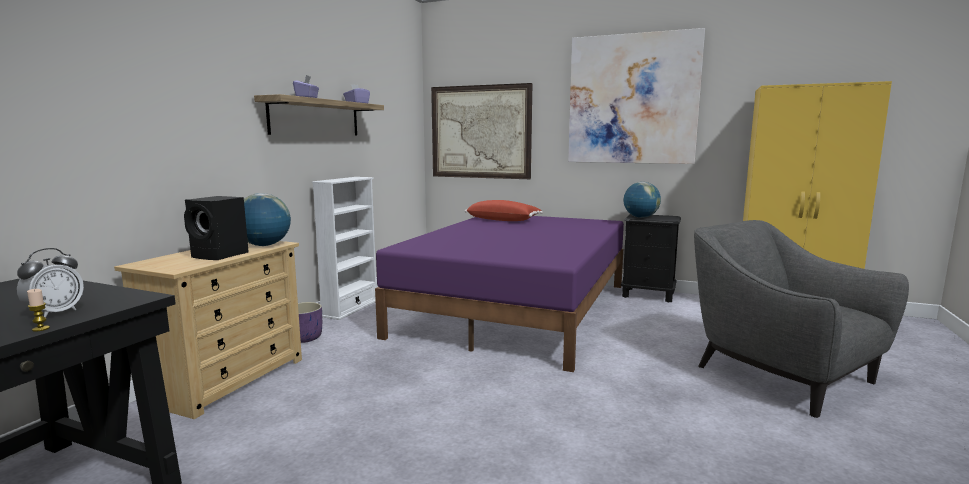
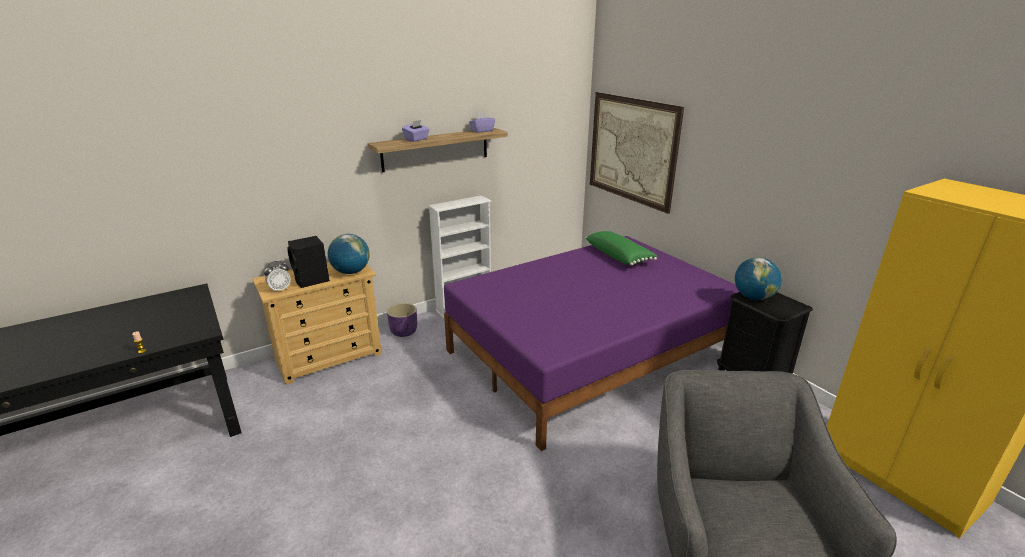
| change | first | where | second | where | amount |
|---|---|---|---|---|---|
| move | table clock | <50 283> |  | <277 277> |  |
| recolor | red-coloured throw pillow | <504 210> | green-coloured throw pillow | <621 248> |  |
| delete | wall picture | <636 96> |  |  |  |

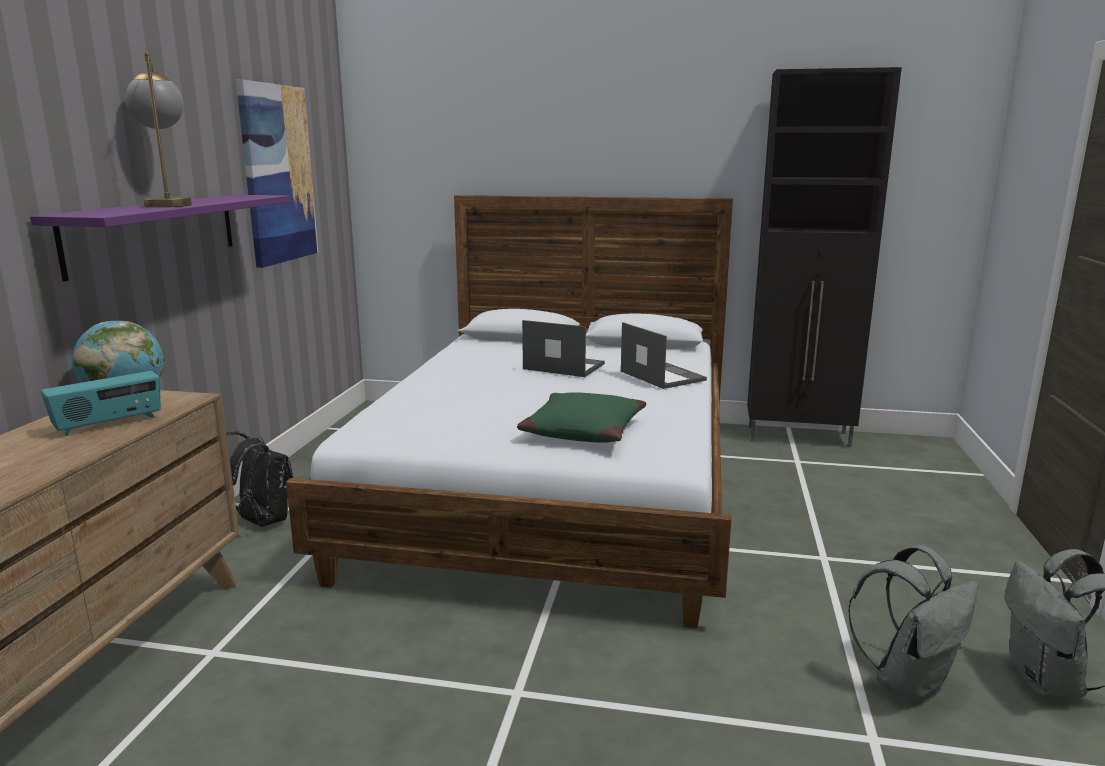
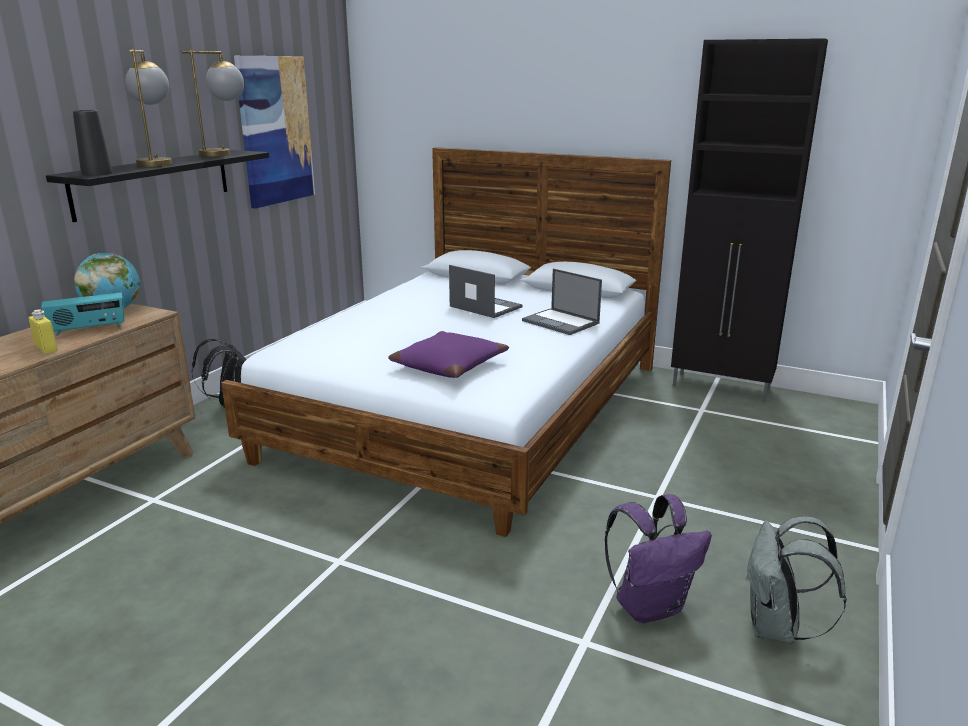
| change | first | where | second | where | amount |
|---|---|---|---|---|---|
| recolor | purple-coloured wall shelf | <160 238> | black-coloured wall shelf | <157 186> |  |
| recolor | green-coloured throw pillow | <581 417> | purple-coloured throw pillow | <448 354> |  |
| rotate | portable computer | <664 355> |  | <562 302> | 150 degrees clockwise |
| recolor | greyish knapsack | <913 624> | purple-coloured knapsack | <658 558> |  |
| insert |  |  | yellow beverage bottle | <43 331> |  |
| insert |  |  | black-coloured vase | <93 143> |  |
| insert |  |  | lamp for a table | <213 103> |  |

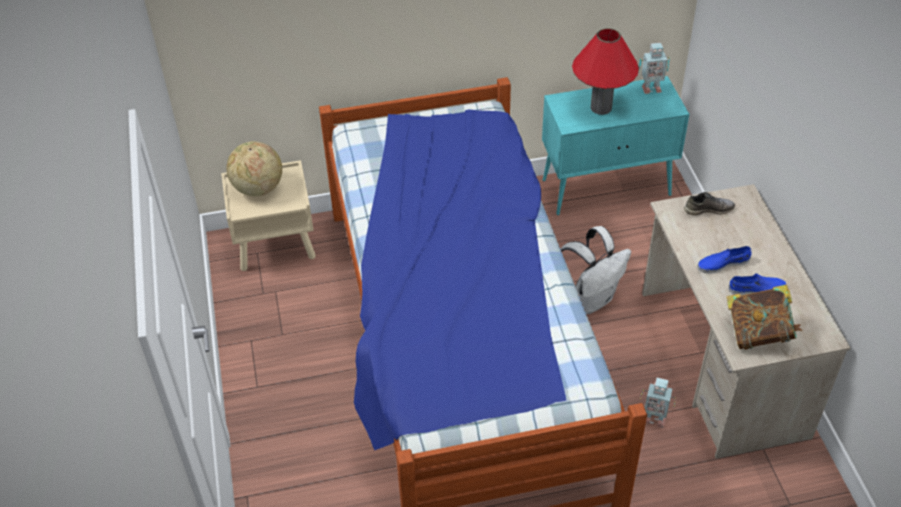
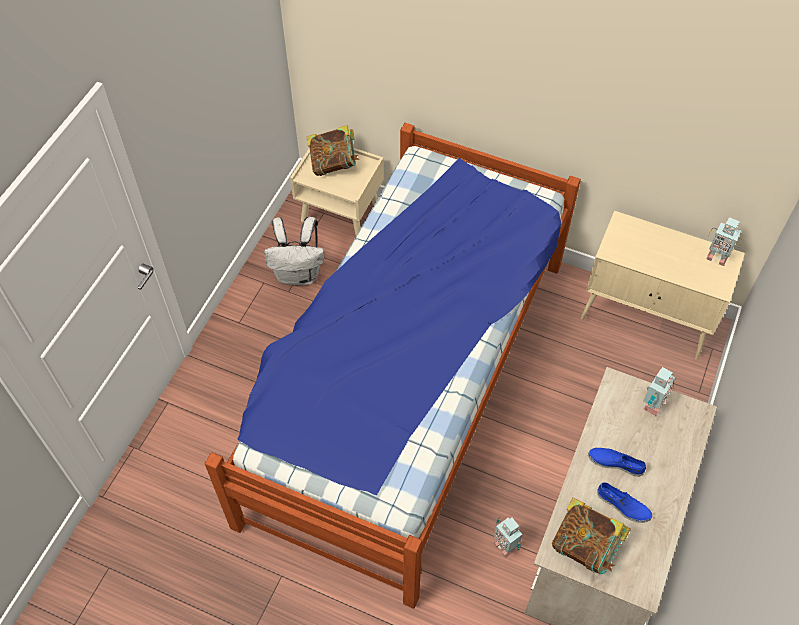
| change | first | where | second | where | amount |
|---|---|---|---|---|---|
| replace | world globe | <254 168> | book | <333 150> |  |
| recolor | blue-green cabinet | <615 145> | beige-coloured cabinet | <663 285> |  |
| move | white-coloured knapsack | <596 270> |  | <294 251> |  |
| delete | red-coloured lamp for a table | <605 71> |  |  |  |
| replace | greyish shoe | <709 203> | robot figure | <659 391> |  |

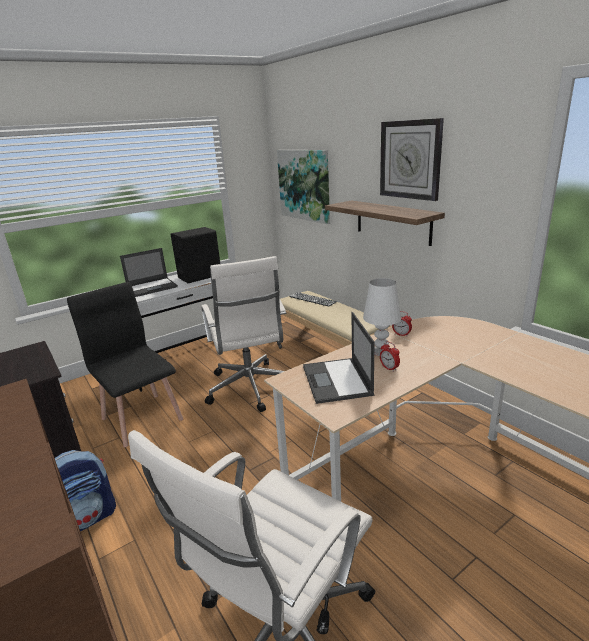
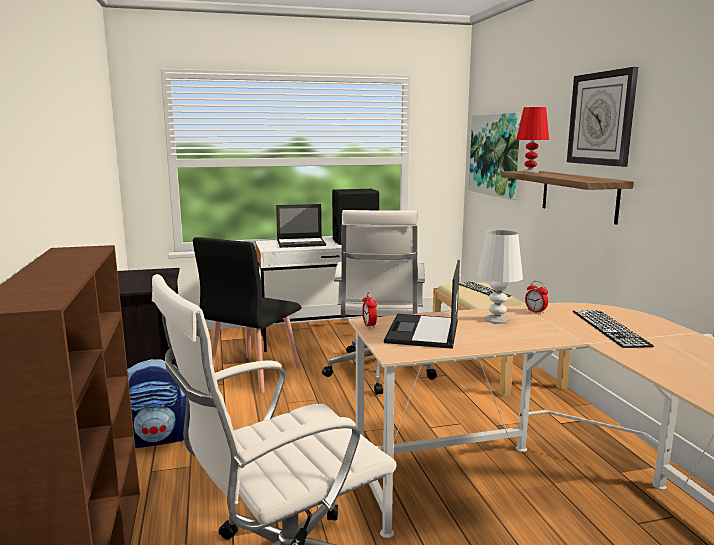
| change | first | where | second | where | amount |
|---|---|---|---|---|---|
| rotate | black-coloured upright chair | <125 364> |  | <247 315> | 135 degrees counterclockwise |
| move | table clock | <390 357> |  | <369 310> |  |
| insert |  |  | red-coloured lamp for a table | <532 140> |  |
| insert |  |  | keyboard | <613 329> |  |

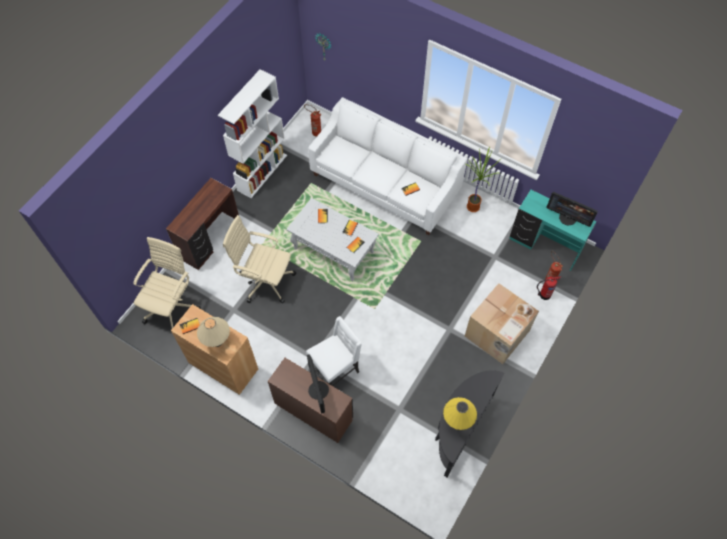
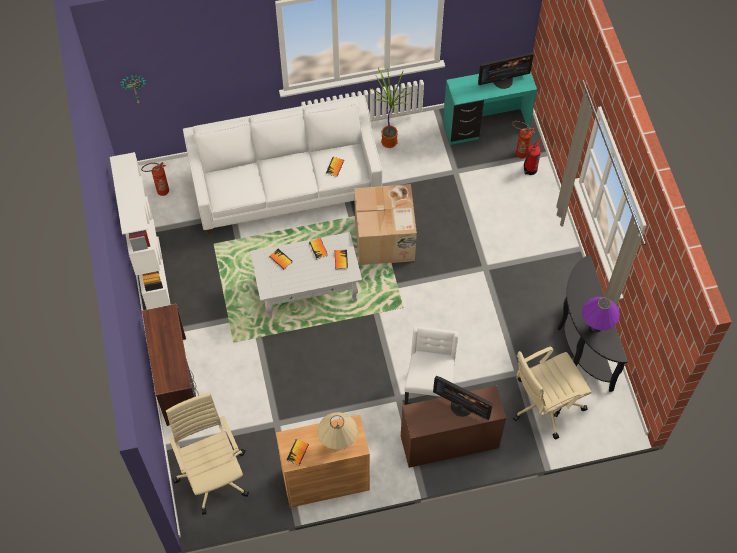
| change | first | where | second | where | amount |
|---|---|---|---|---|---|
| move | beige-coloured computer chair | <260 259> |  | <552 393> |  |
| recolor | yellow lamp for a table | <460 413> | purple-coloured lamp for a table | <601 314> |  |
| move | carton | <502 323> |  | <385 224> |  |

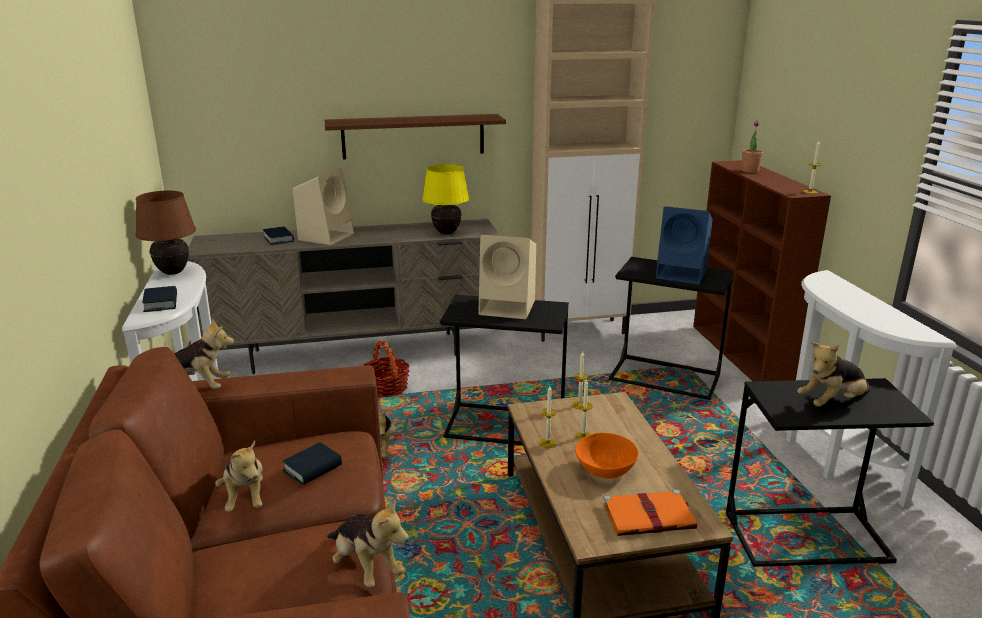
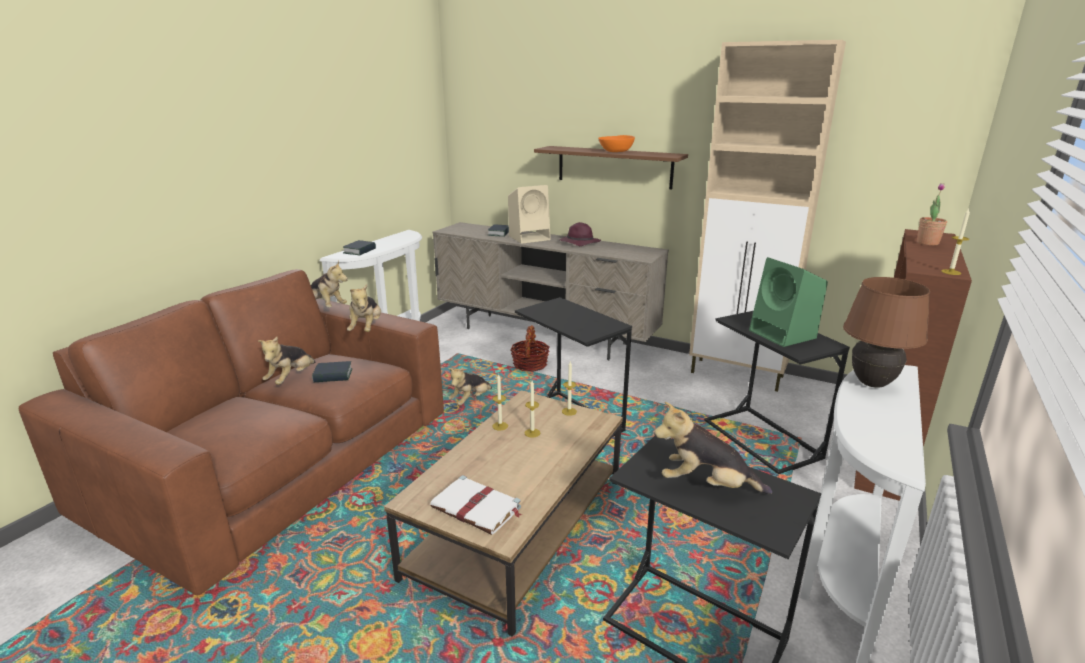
| change | first | where | second | where | amount |
|---|---|---|---|---|---|
| move | brown lamp for a table | <165 233> |  | <886 332> |  |
| move | cuddly toy | <368 543> |  | <364 308> |  |
| delete | yellow lamp for a table | <445 199> |  |  |  |
| delete | beige-coloured speaker | <507 277> |  |  |  |
| move | orange serving bowl | <607 456> |  | <616 143> |  |
| recolor | orange book | <650 513> | white-coloured book | <476 505> |  |
| recolor | bluish speaker | <684 245> | green-coloured speaker | <788 302> |  |
| insert |  |  | purple-coloured clothing hat | <580 234> |  |

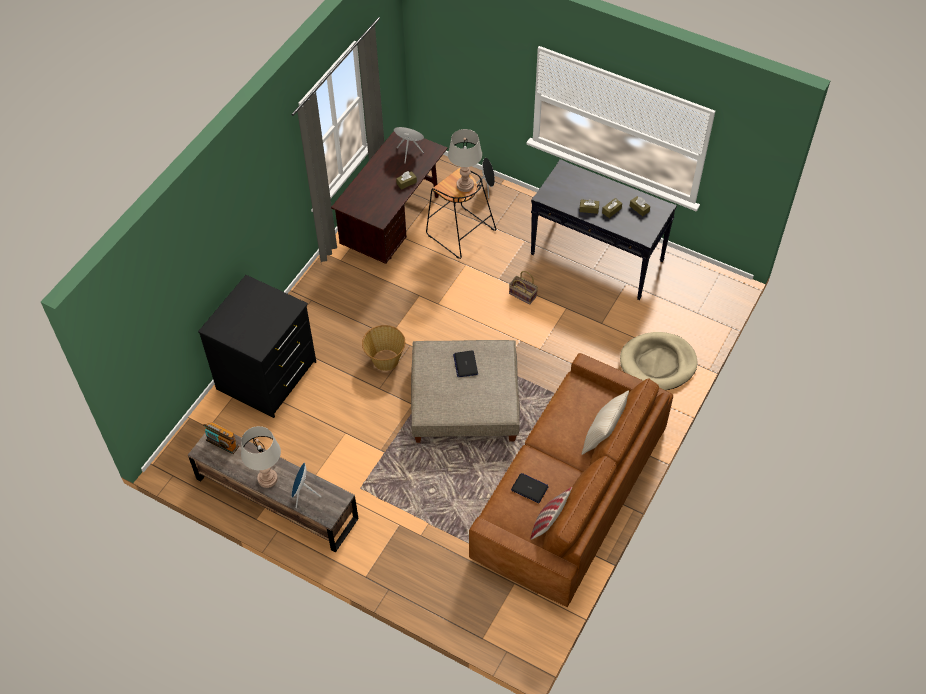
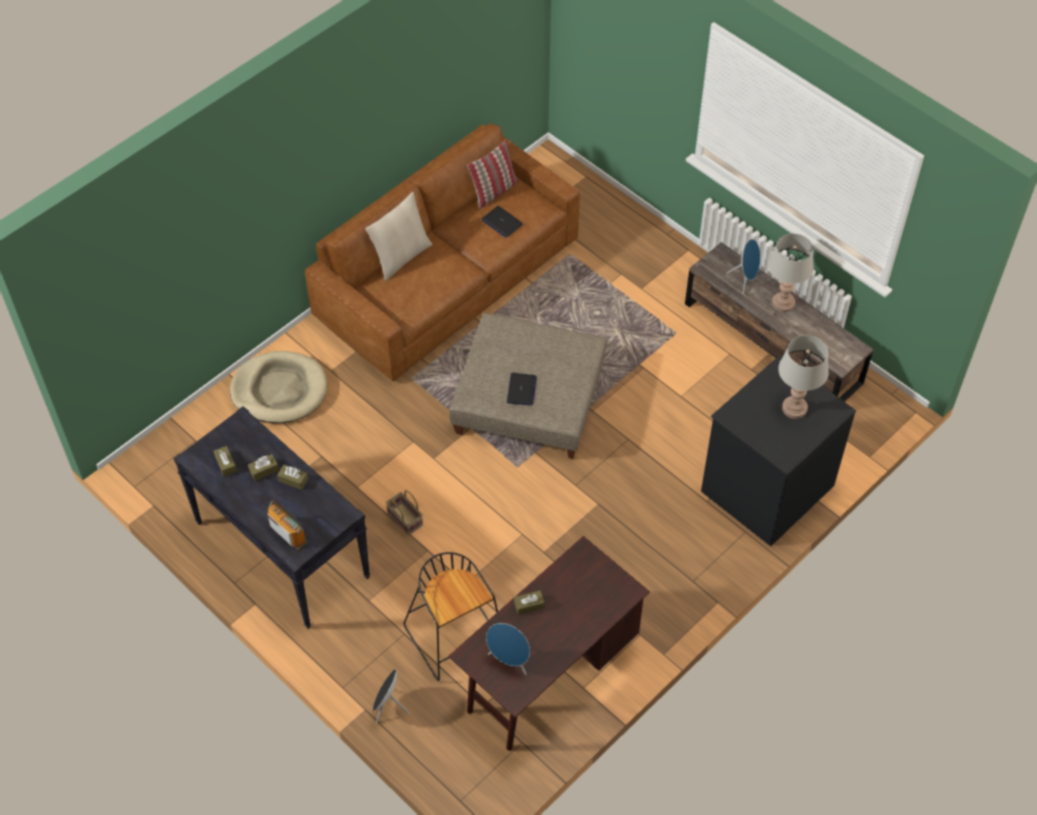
| change | first | where | second | where | amount |
|---|---|---|---|---|---|
| move | radio receiver | <221 438> |  | <287 525> |  |
| delete | basket | <383 348> |  |  |  |
| move | greyish lamp for a table | <465 160> |  | <803 377> |  |

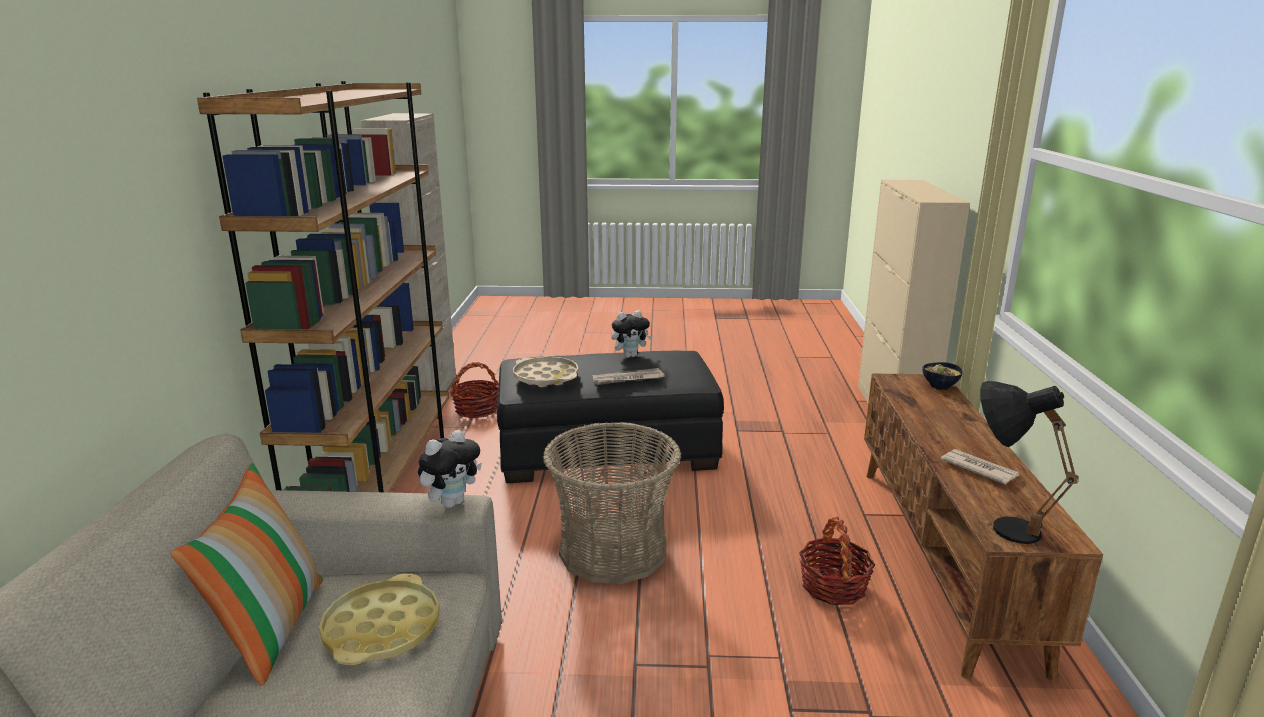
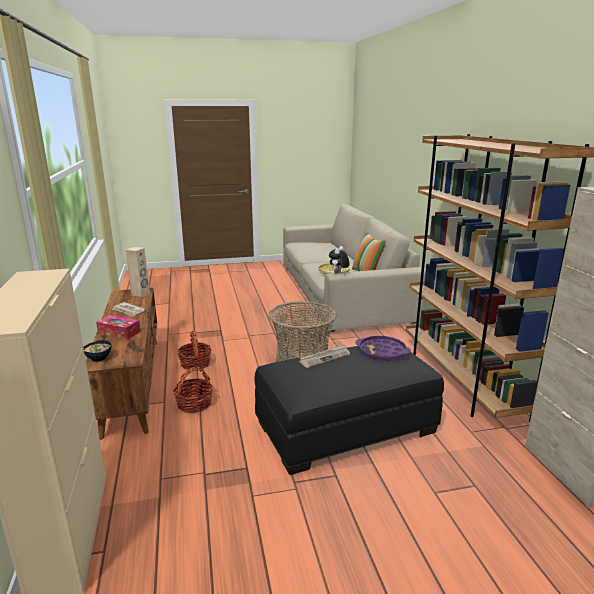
| change | first | where | second | where | amount |
|---|---|---|---|---|---|
| move | basket | <474 390> |  | <193 390> |  |
| recolor | beige-coloured serving tray | <545 372> | purple-coloured serving tray | <383 348> |  |
| delete | cuddly toy | <631 334> |  |  |  |
| replace | black-coloured lamp for a table | <1029 462> | beige-coloured speaker | <138 272> |  |
| insert |  |  | tissue holder | <118 327> |  |

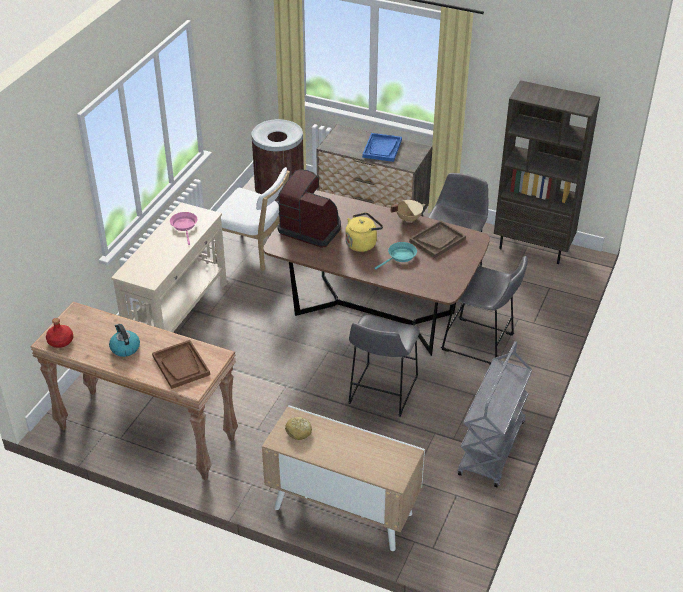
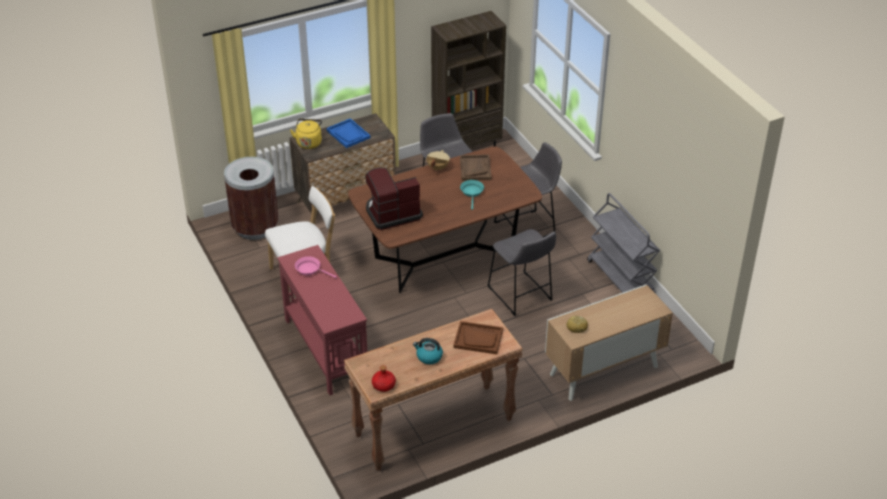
| change | first | where | second | where | amount |
|---|---|---|---|---|---|
| recolor | beige-coloured console table | <169 267> | red-coloured console table | <322 320> |  |
| move | yellow water kettle | <364 232> |  | <306 134> |  |

